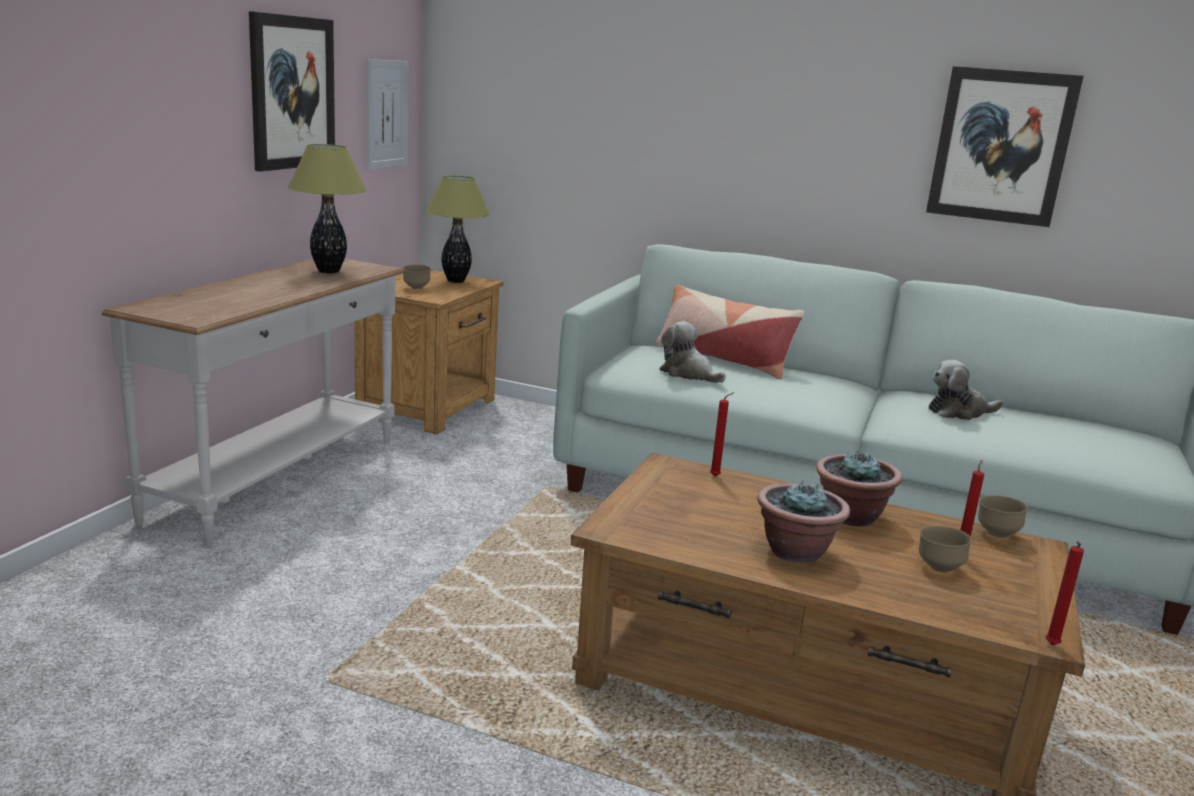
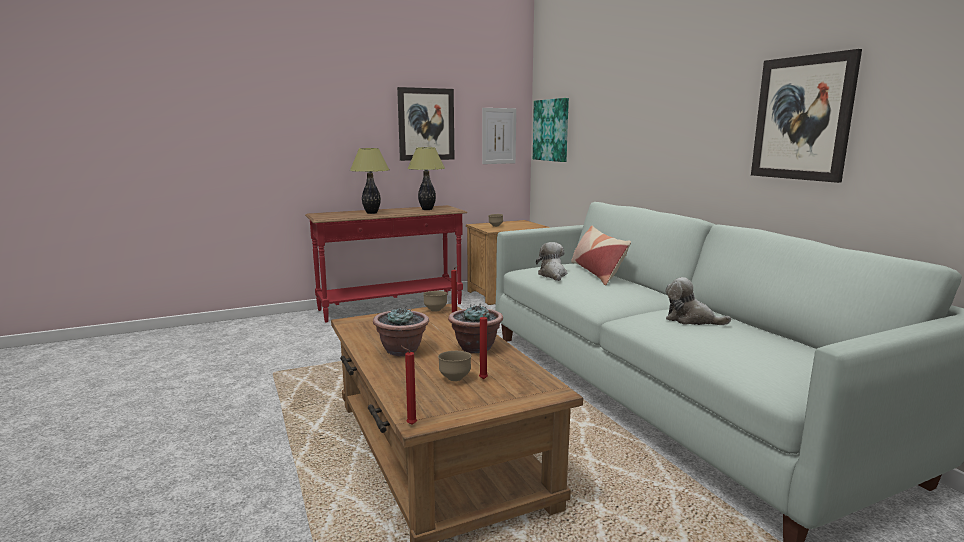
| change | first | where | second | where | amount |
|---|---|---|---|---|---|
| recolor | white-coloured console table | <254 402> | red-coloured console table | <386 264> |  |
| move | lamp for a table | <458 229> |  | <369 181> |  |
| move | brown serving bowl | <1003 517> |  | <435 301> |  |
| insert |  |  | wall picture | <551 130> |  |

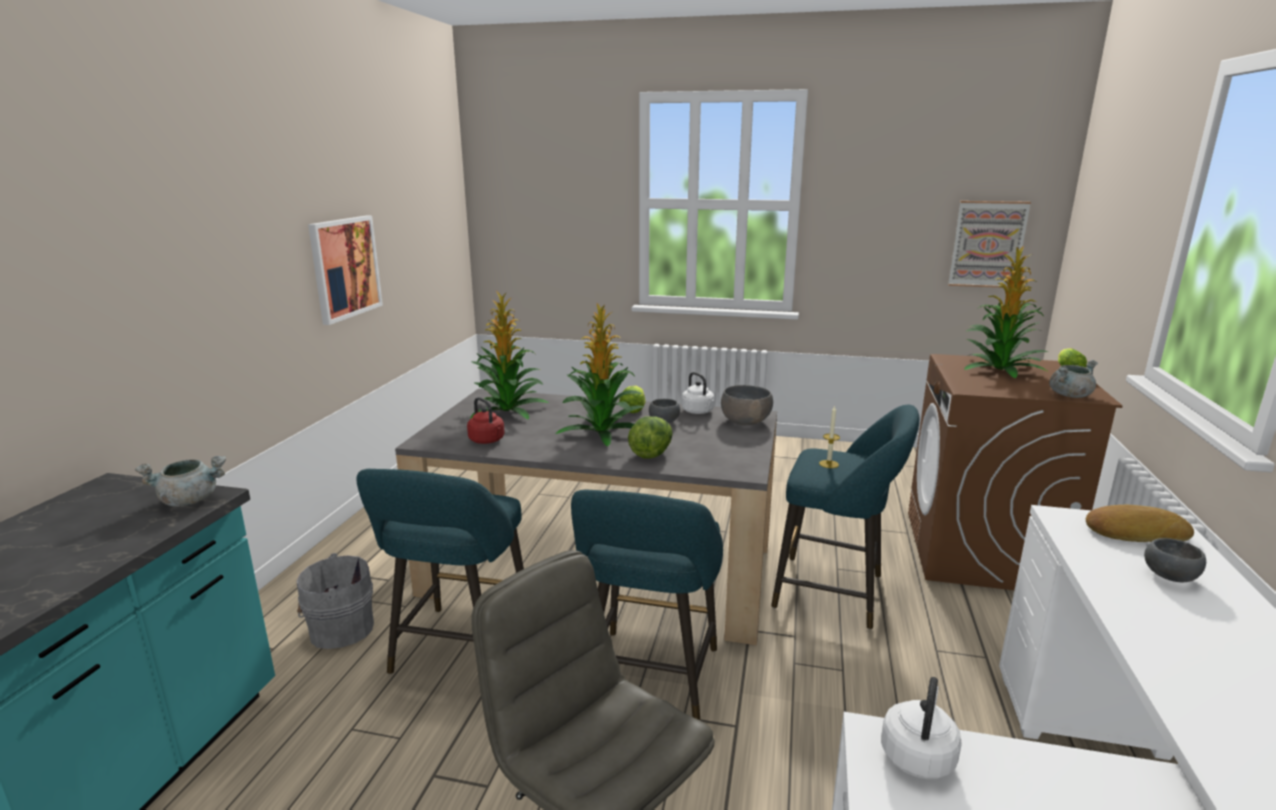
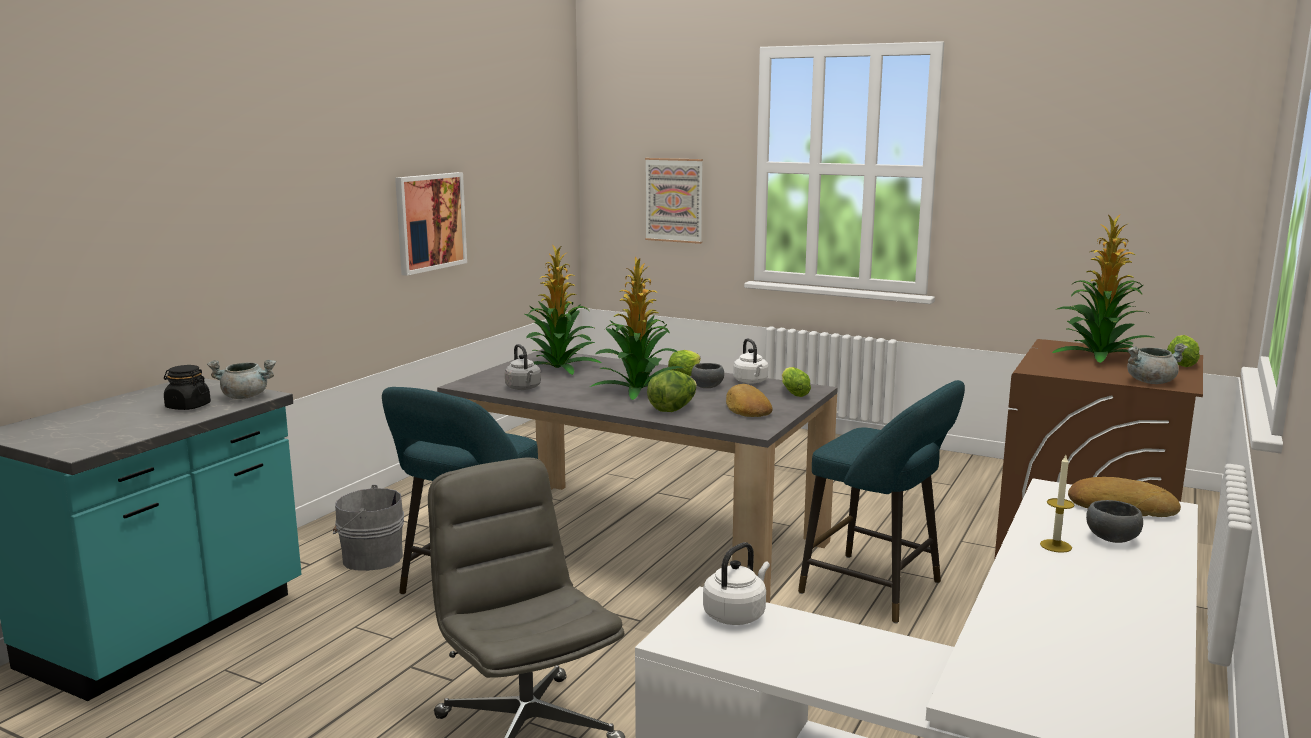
| change | first | where | second | where | amount |
|---|---|---|---|---|---|
| recolor | red-coloured water kettle | <486 420> | greyish water kettle | <523 367> |  |
| delete | blue-green stool seat | <647 604> |  |  |  |
| replace | greyish serving bowl | <747 405> | lettuce head | <796 382> |  |
| move | wax light | <829 436> |  | <1057 504> |  |
| move | wall picture | <989 244> |  | <674 201> |  |
| insert |  |  | black-coloured storage jar | <187 387> |  |
| insert |  |  | baked bread | <749 400> |  |

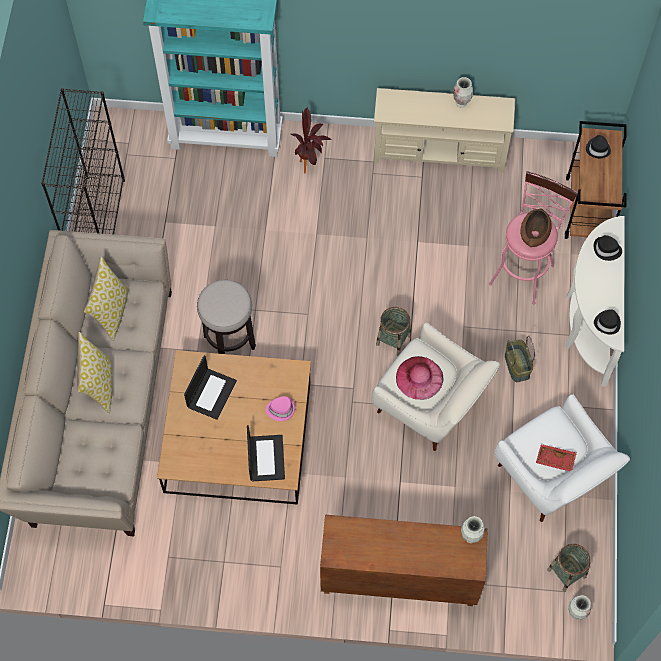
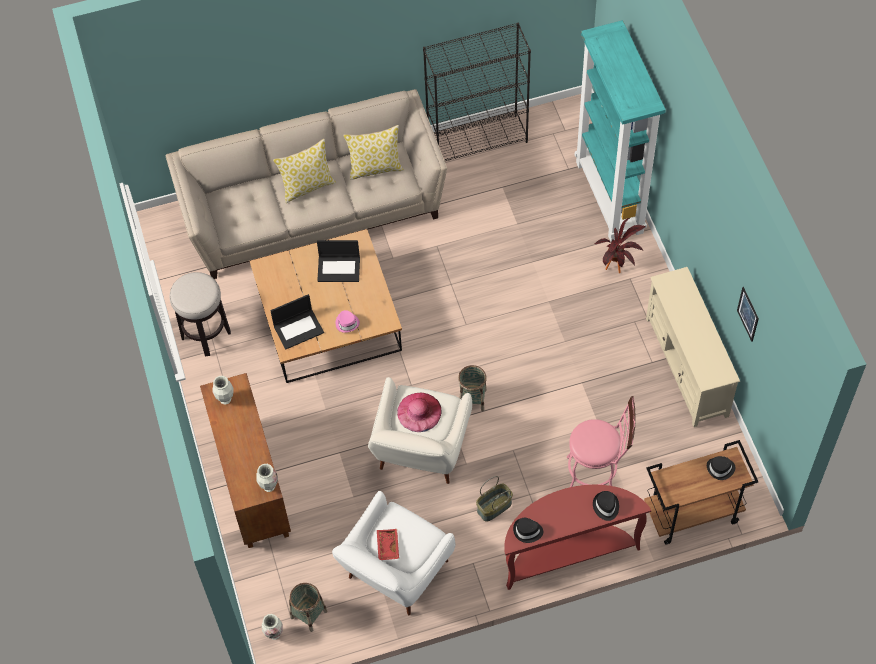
| change | first | where | second | where | amount |
|---|---|---|---|---|---|
| move | stool seat | <226 317> |  | <200 314> |  |
| move | vase | <463 92> |  | <223 390> |  |
| delete | brown serving bowl | <536 227> |  |  |  |
| recolor | white-coloured console table | <594 301> | red-coloured console table | <577 537> |  |
| insert |  |  | wall picture | <748 314> |  |

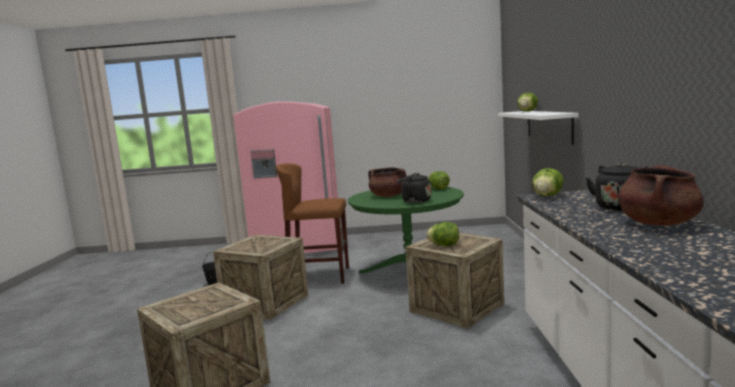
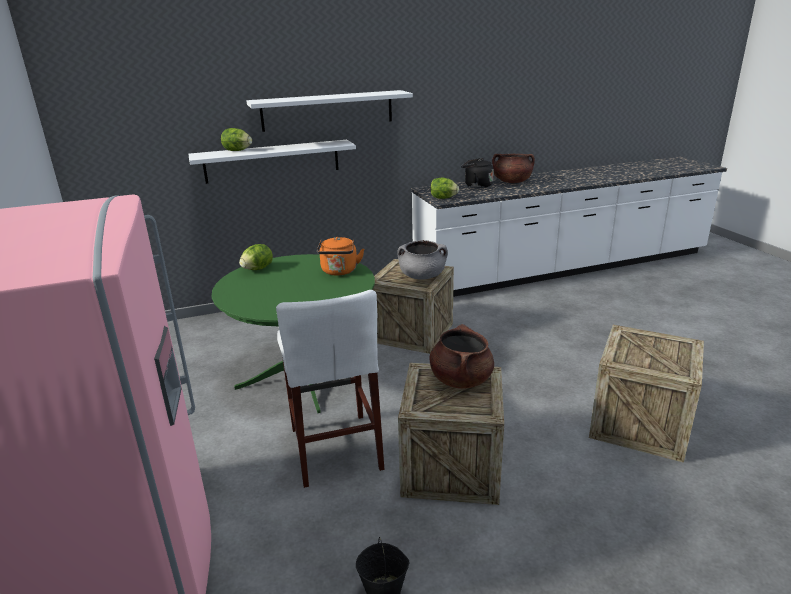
| change | first | where | second | where | amount |
|---|---|---|---|---|---|
| recolor | brown stool seat | <312 223> | white-coloured stool seat | <330 389> |  |
| move | brown cooking pot | <387 182> |  | <461 356> |  |
| recolor | black-coloured water kettle | <413 188> | orange water kettle | <340 256> |  |
| replace | lettuce head | <442 234> | greyish cooking pot | <422 260> |  |
| insert |  |  | white-coloured wall shelf | <329 111> |  |

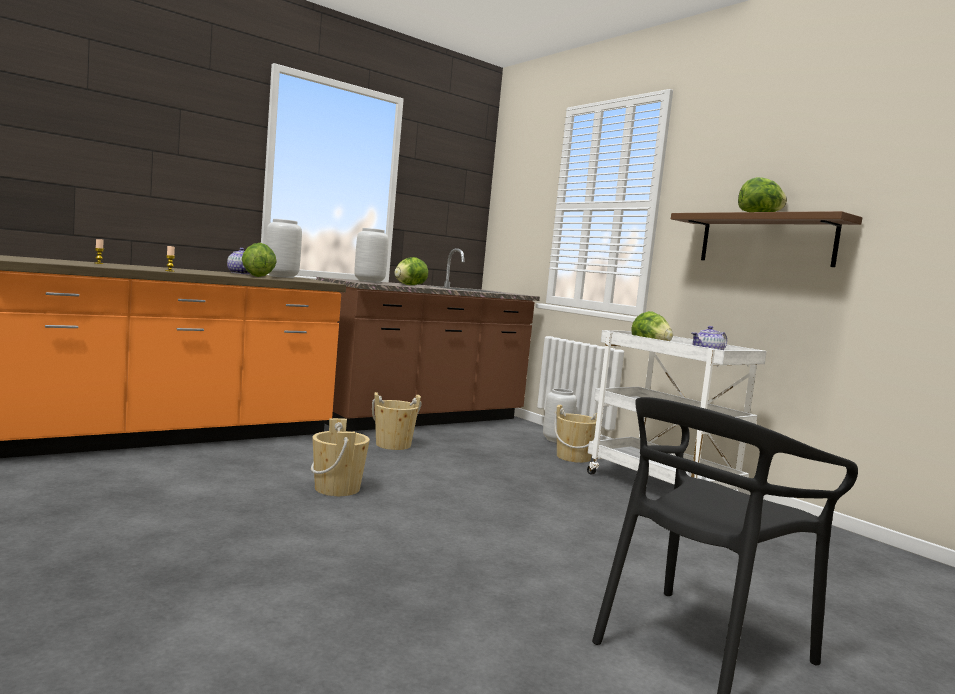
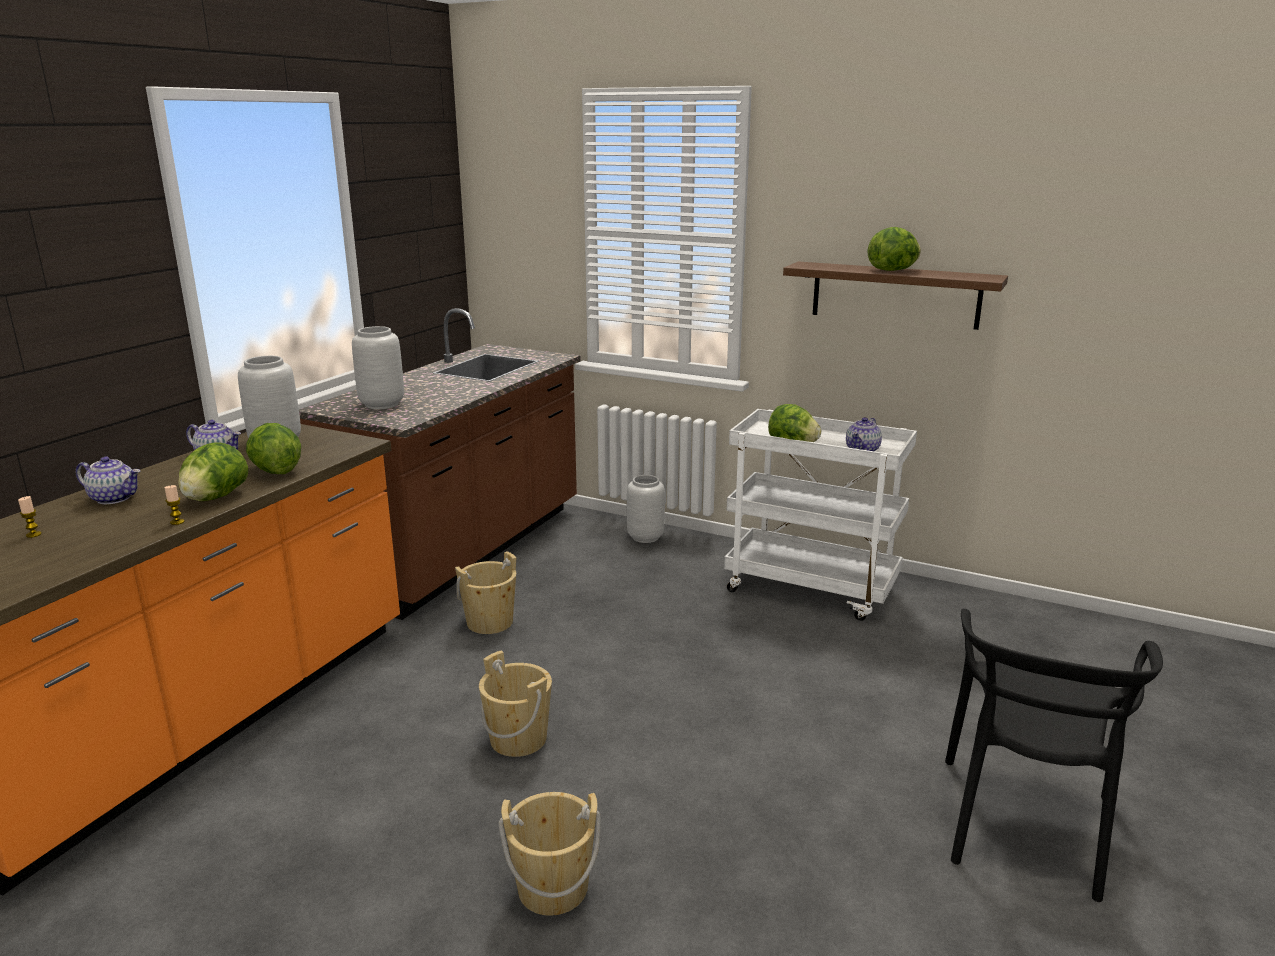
| change | first | where | second | where | amount |
|---|---|---|---|---|---|
| move | lettuce head | <411 271> |  | <213 471> |  |
| move | beige-coloured bucket | <575 434> |  | <550 854> |  |
| insert |  |  | tea pot | <108 480> |  |

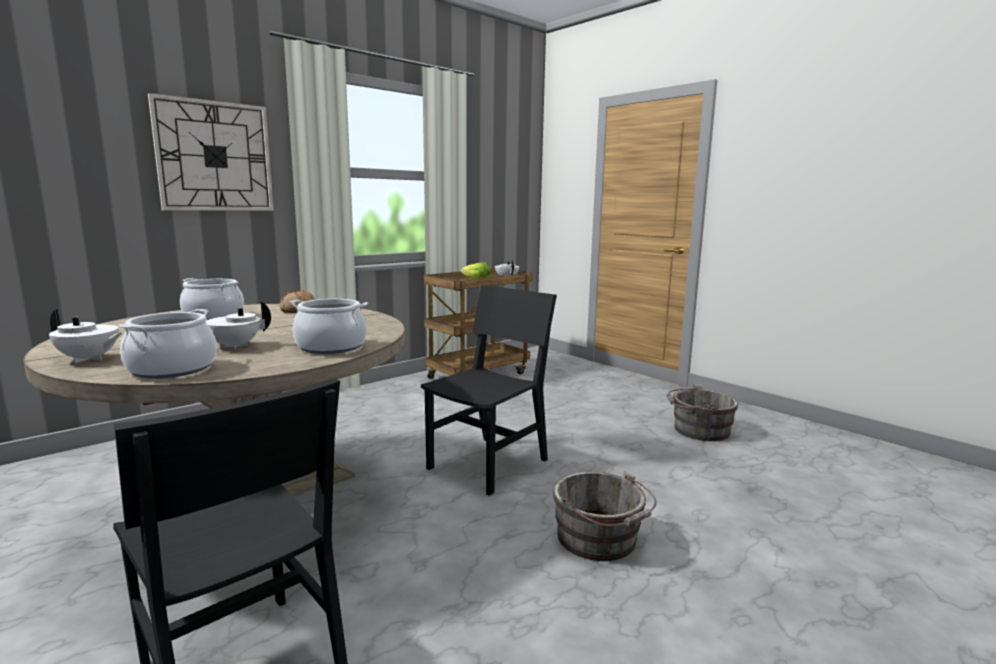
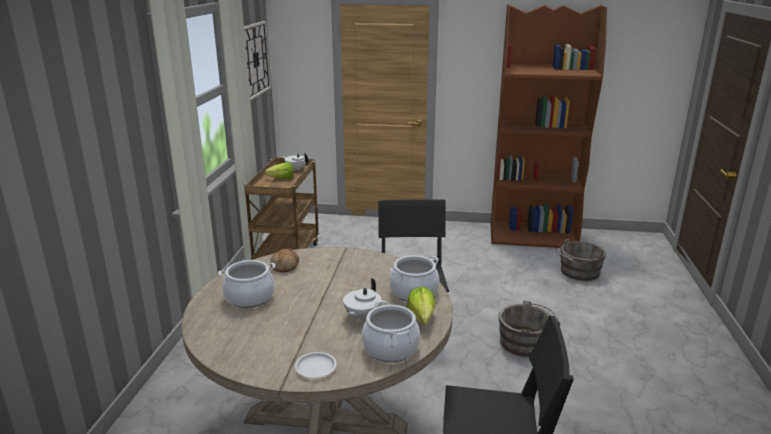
| change | first | where | second | where | amount |
|---|---|---|---|---|---|
| replace | white-coloured tea pot | <85 336> | white-coloured plate | <316 365> |  |
| move | wall clock | <211 152> |  | <257 61> |  |
| move | greyish bucket | <702 413> |  | <581 260> |  |
| insert |  |  | lettuce head | <421 305> |  |
| insert |  |  | brown bookcase | <549 126> |  |

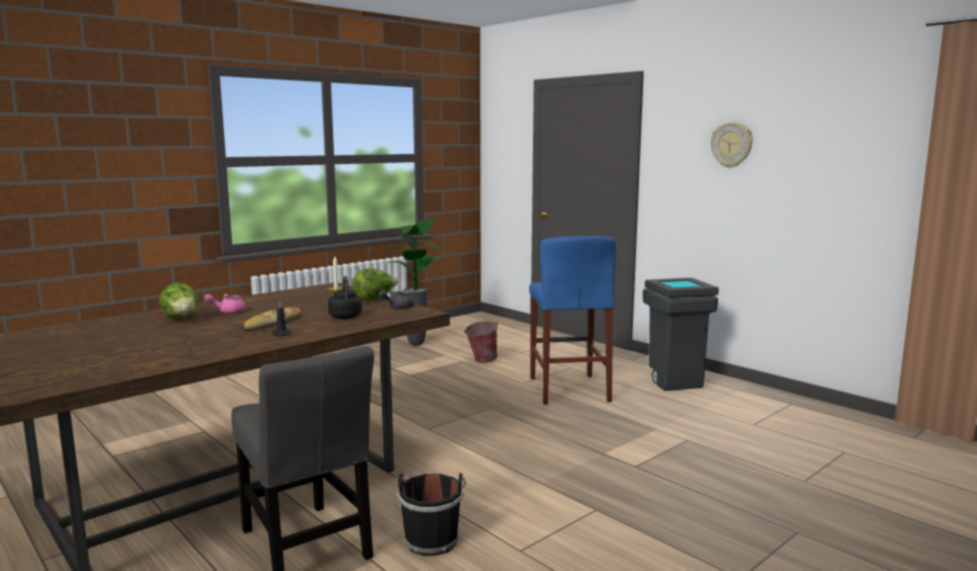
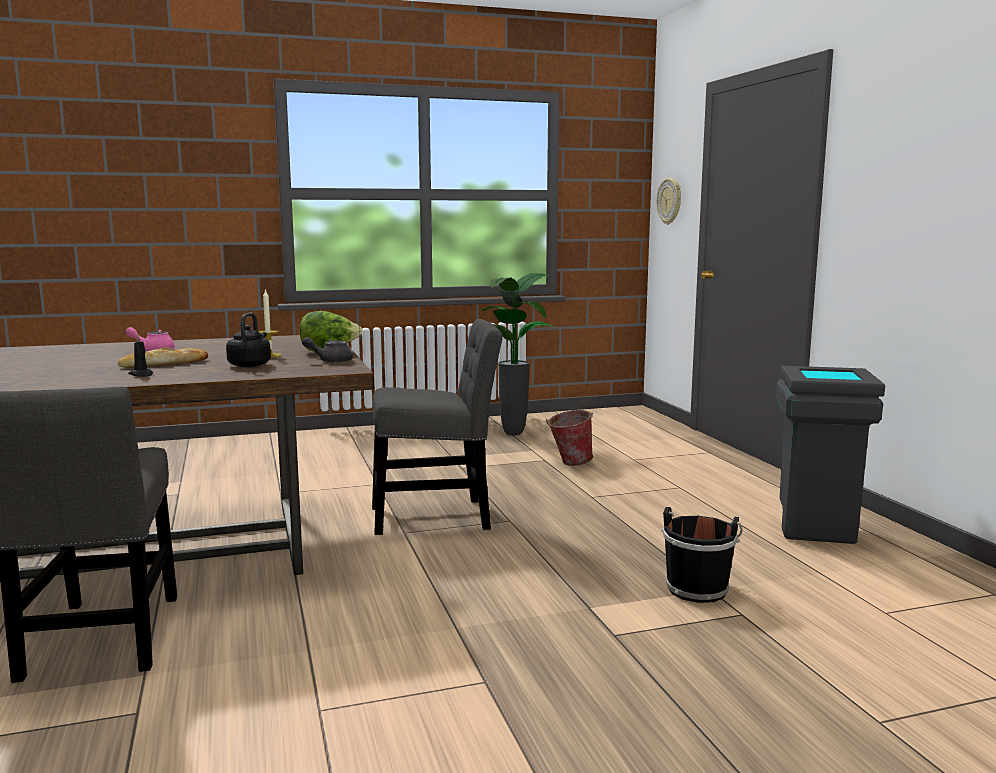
| change | first | where | second | where | amount |
|---|---|---|---|---|---|
| delete | lettuce head | <179 301> |  |  |  |
| move | black-coloured bucket | <431 514> |  | <702 555> |  |
| delete | bluish stool seat | <572 320> |  |  |  |
| move | wall clock | <732 145> |  | <669 201> |  |
| insert |  |  | greyish upright chair | <437 427> |  |

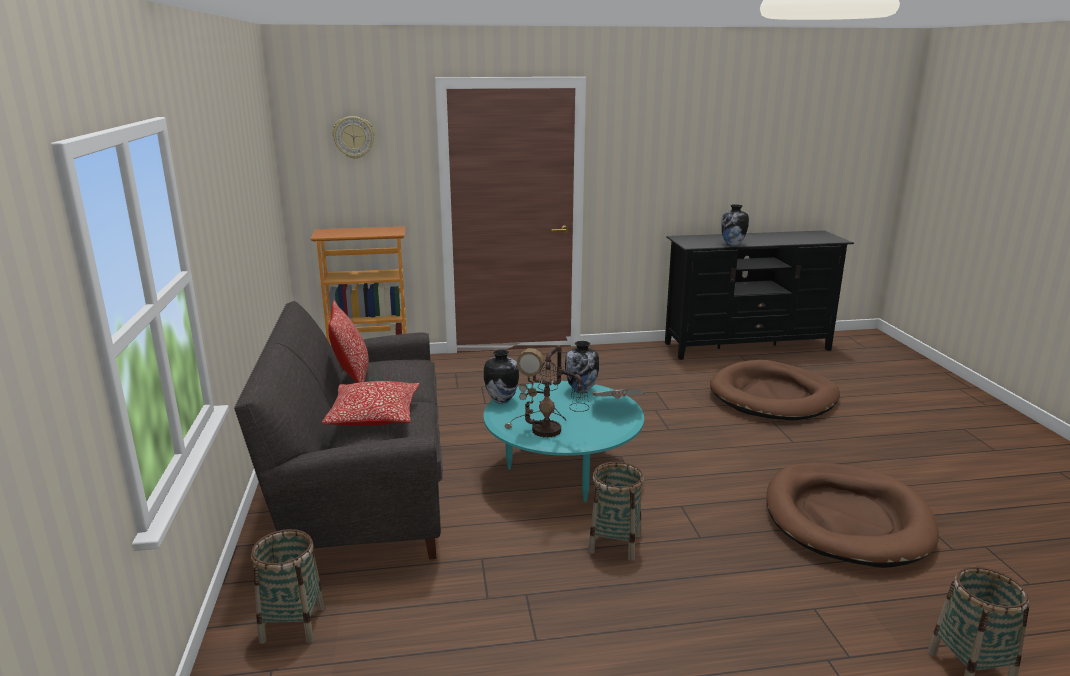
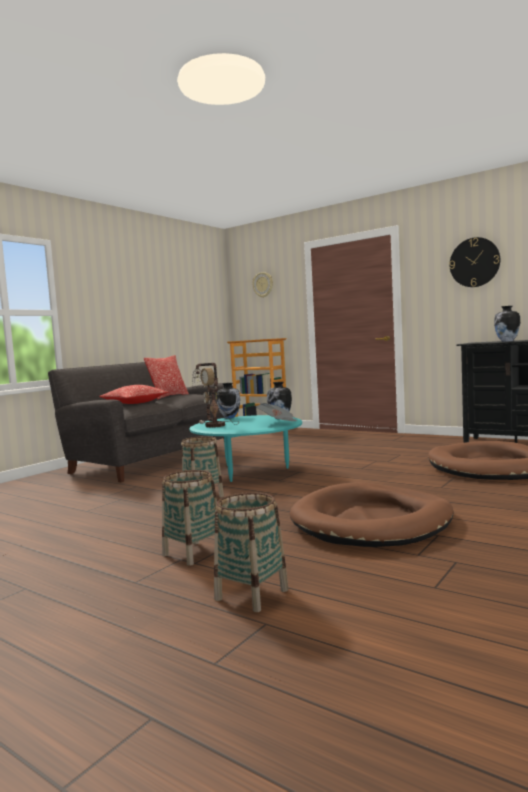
| change | first | where | second | where | amount |
|---|---|---|---|---|---|
| move | basket | <288 586> |  | <189 518> |  |
| insert |  |  | wall clock | <474 262> |  |

